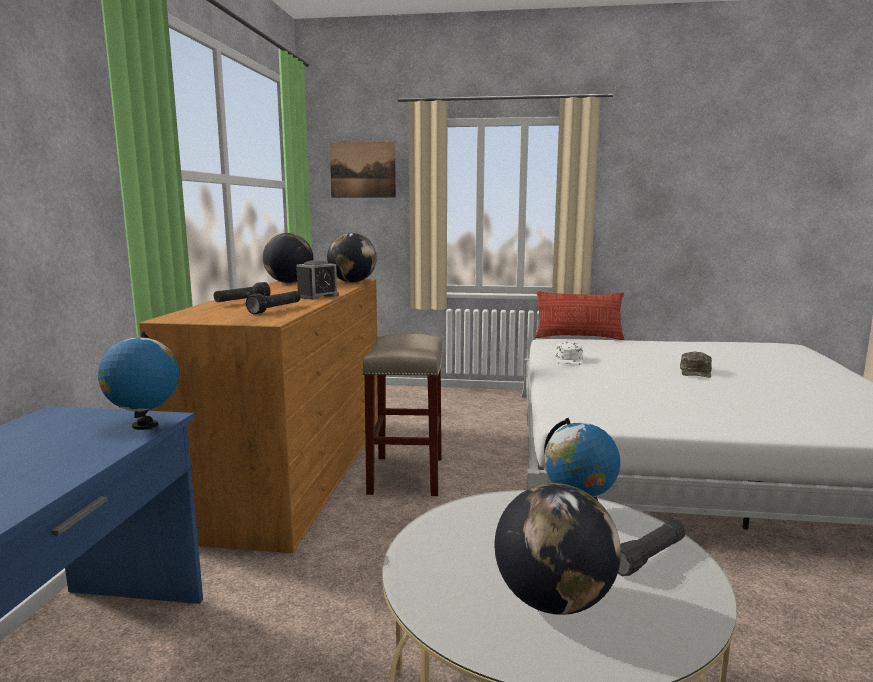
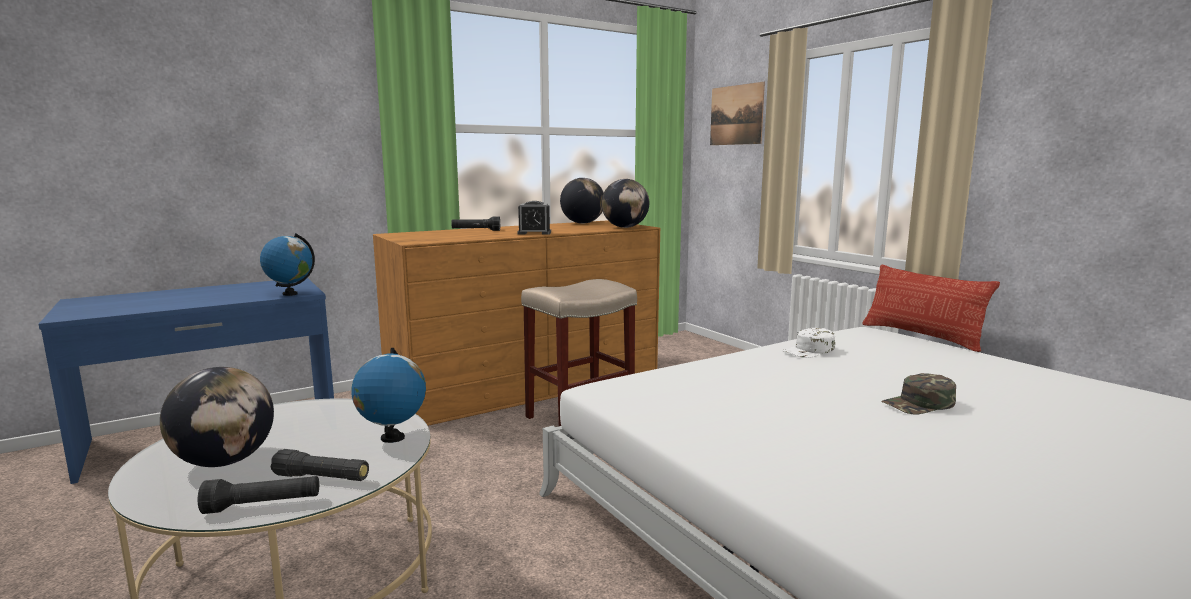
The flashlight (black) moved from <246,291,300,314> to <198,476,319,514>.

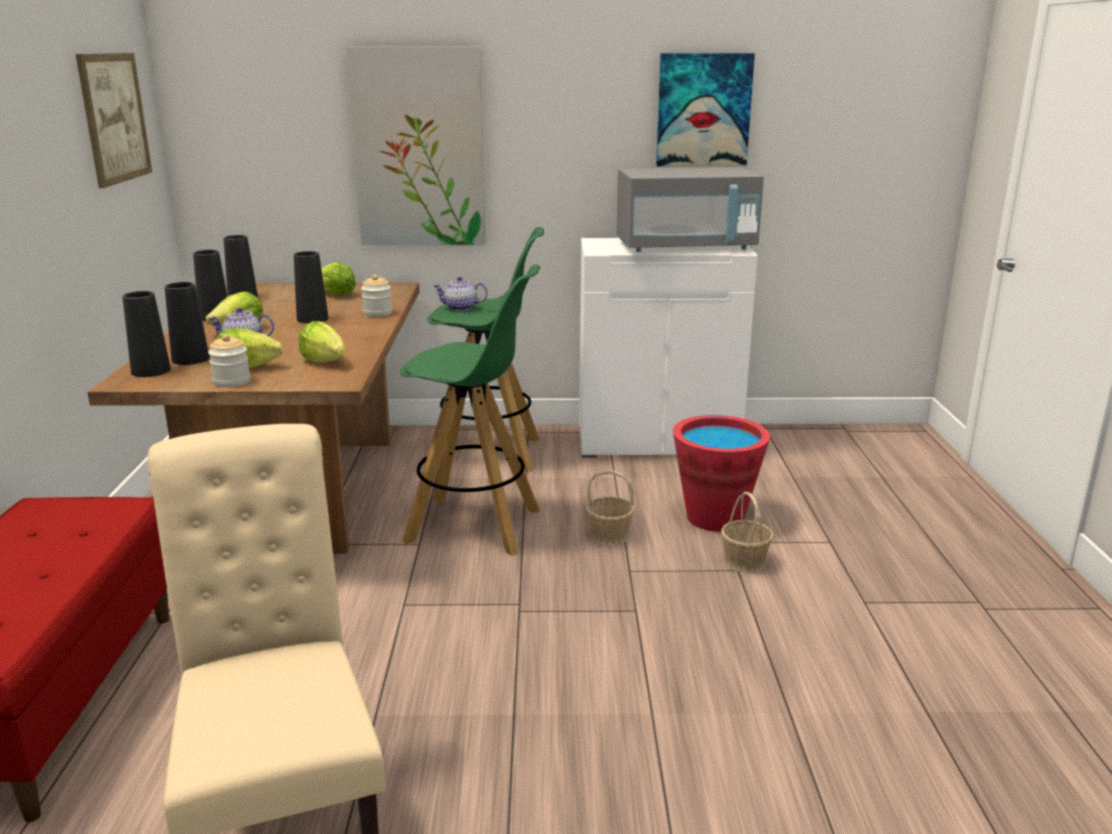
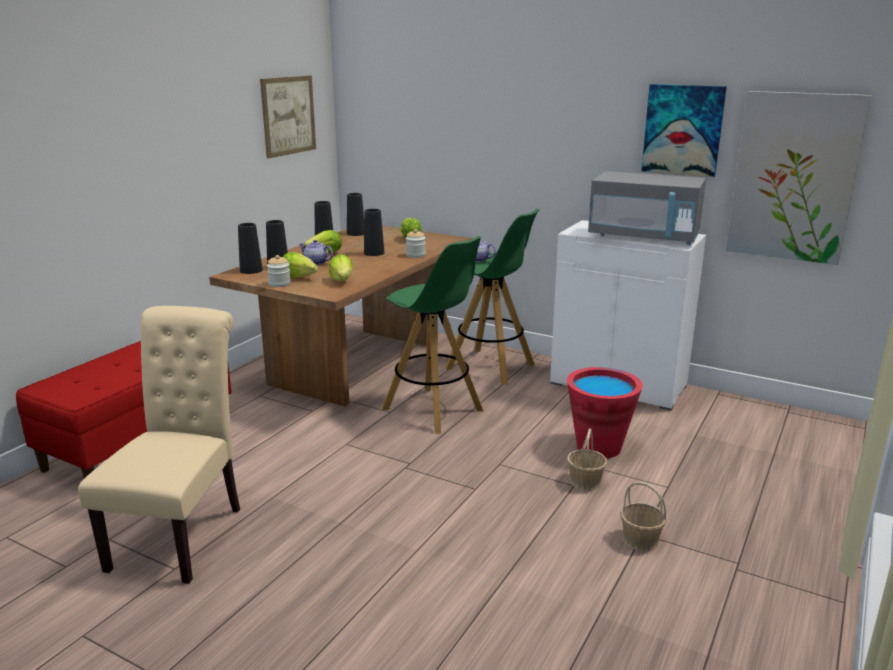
The basket moved from <586,470,635,545> to <620,481,667,551>.
The picture moved from <346,47,486,245> to <726,91,872,265>.

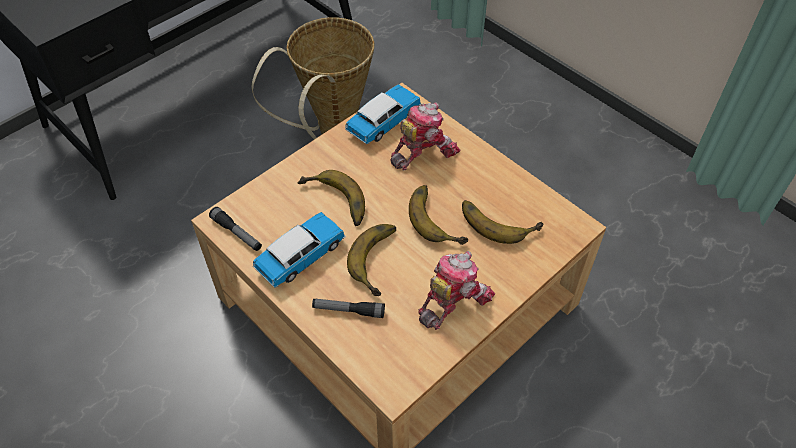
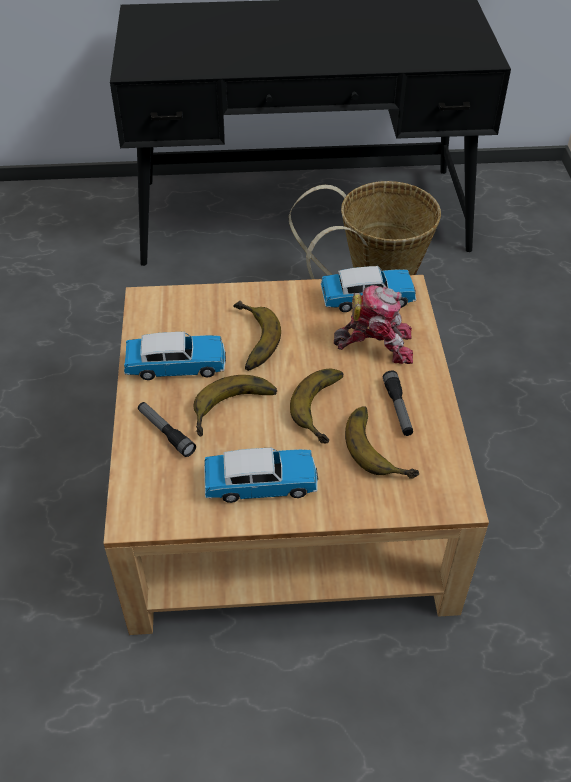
The toy robot at <418,251,495,330> was replaced by the toy car at <204,448,318,503>.
The flashlight moved from <209,207,262,251> to <383,371,413,436>.

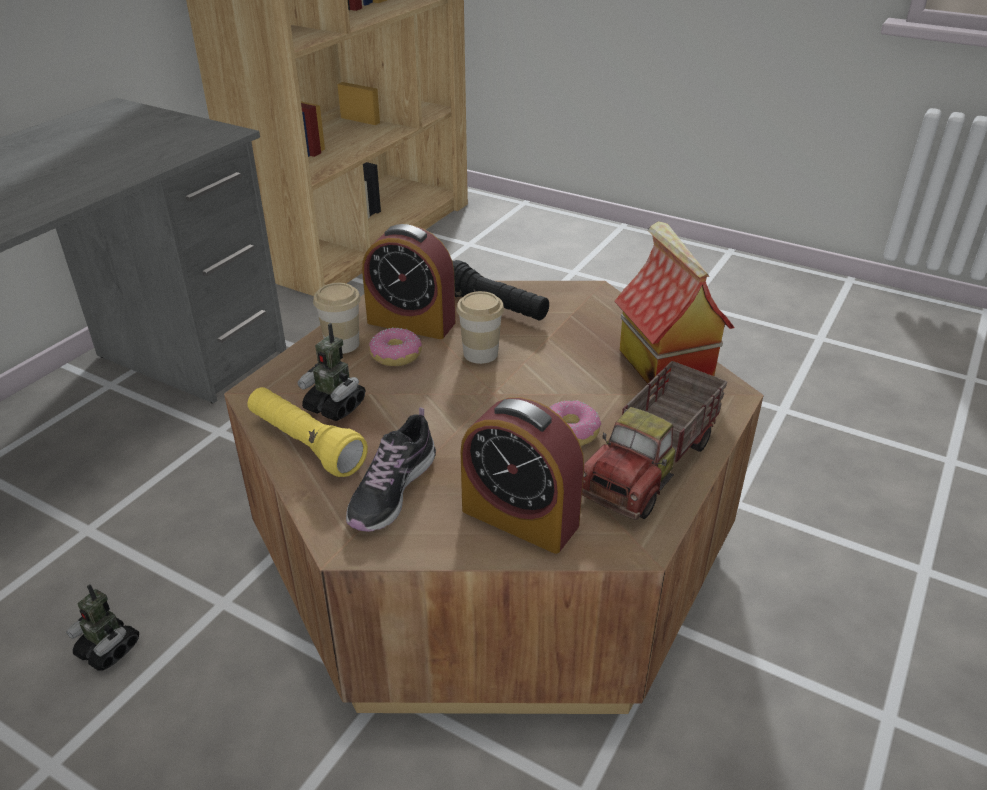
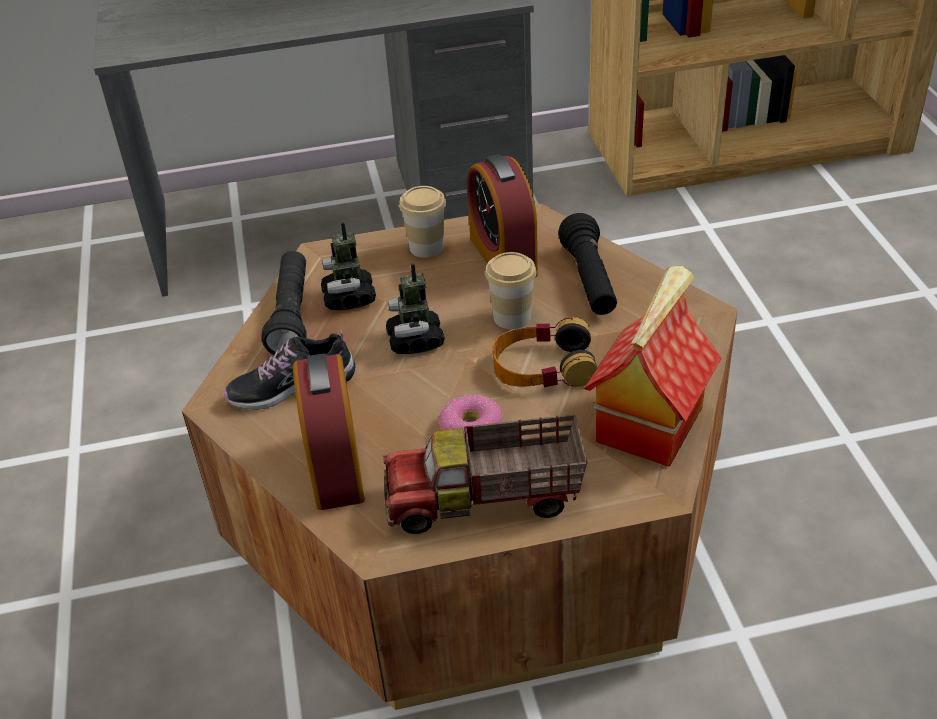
The flashlight (yellow) at <248,387,368,477> became the flashlight (black) at <261,251,307,355>.
The toy robot moved from <66,584,139,671> to <386,263,445,354>.
The headphones at <492,317,597,387> appeared.
The donut at <369,328,422,366> disappeared.

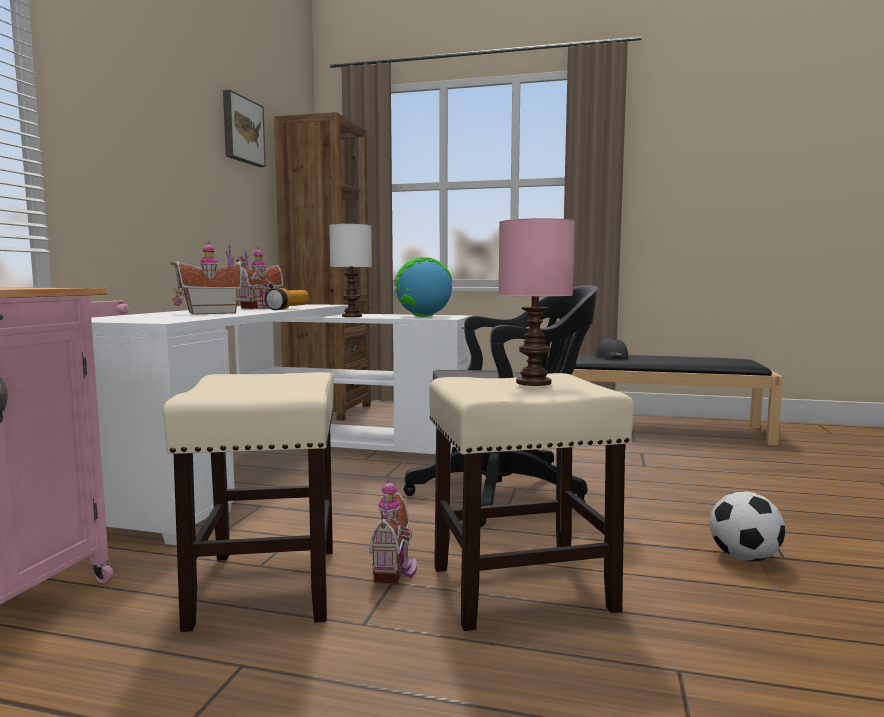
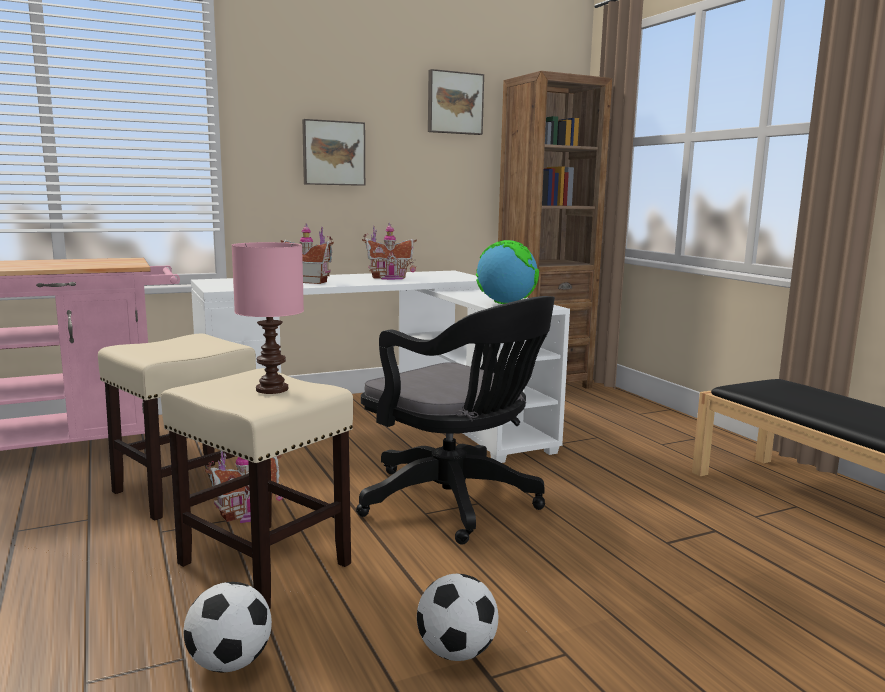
The football at <183,582,272,672> appeared.
The picture at <302,119,365,186> appeared.
The flashlight at <265,288,309,310> disappeared.
The table lamp (white) at <329,224,372,317> disappeared.
The cap (grey) at <593,338,628,359> disappeared.

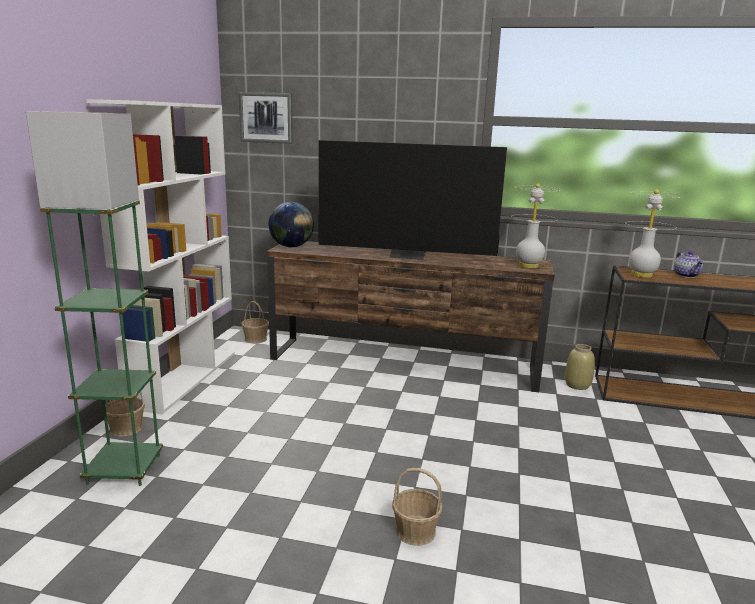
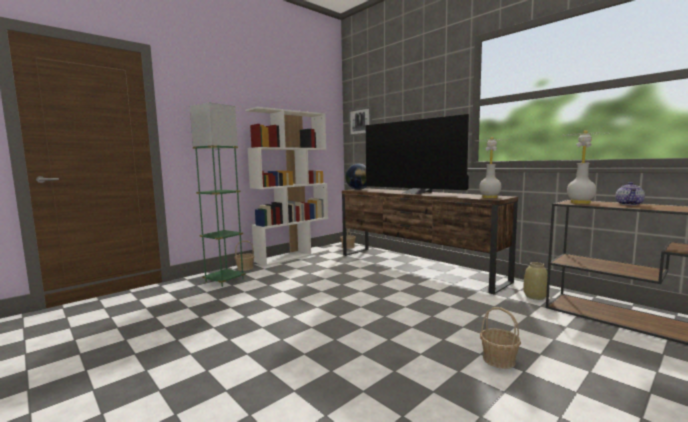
The basket moved from <392,468,442,546> to <480,307,521,369>.

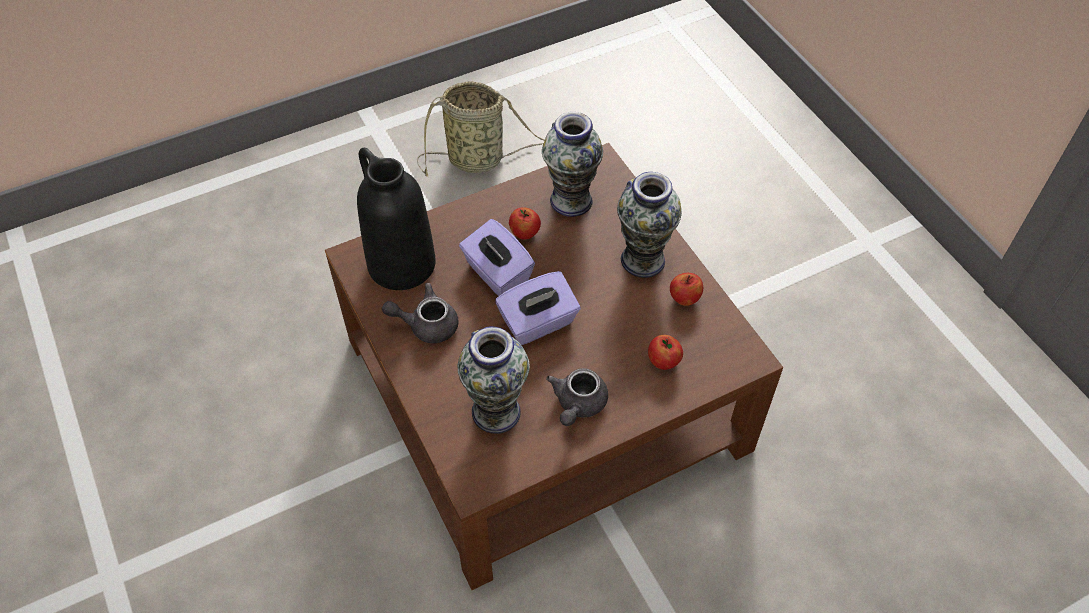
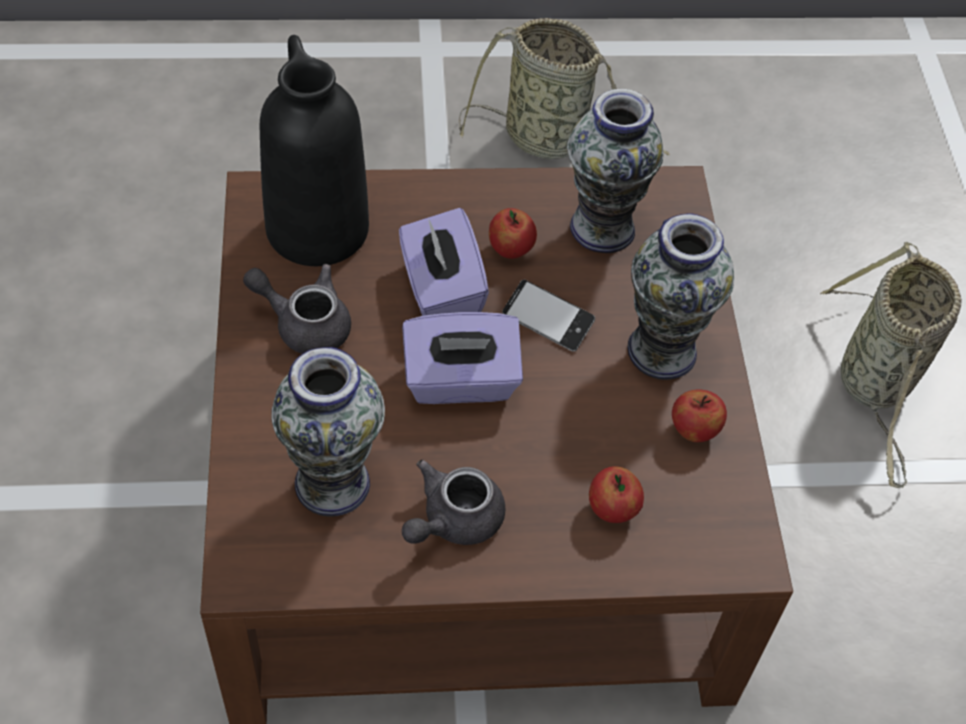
The phone at <502,280,595,352> appeared.
The basket at <820,242,962,488> appeared.

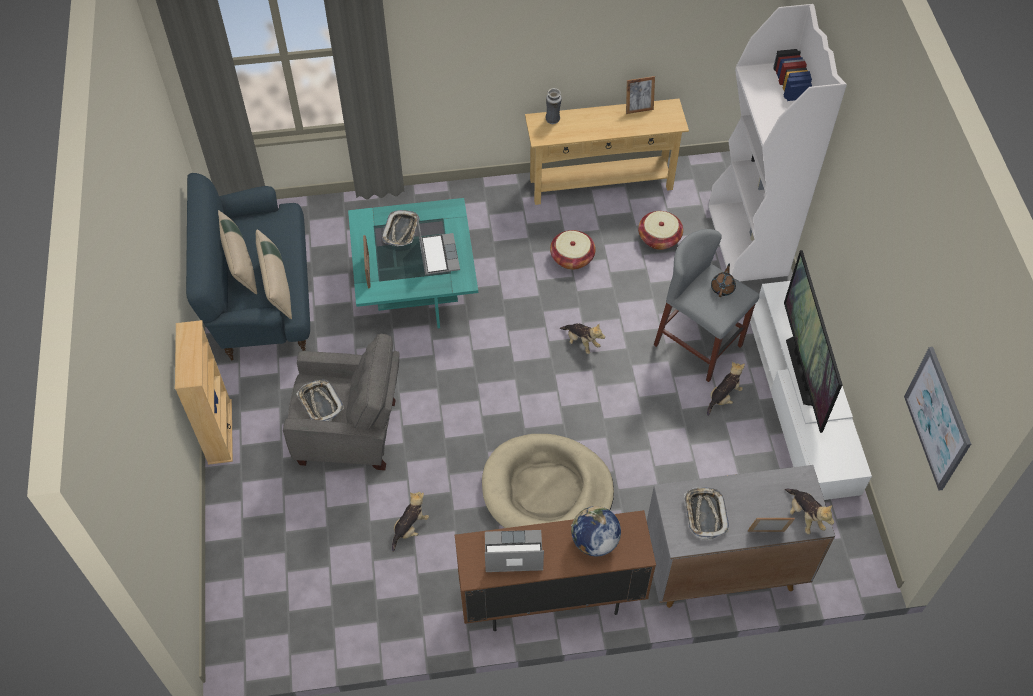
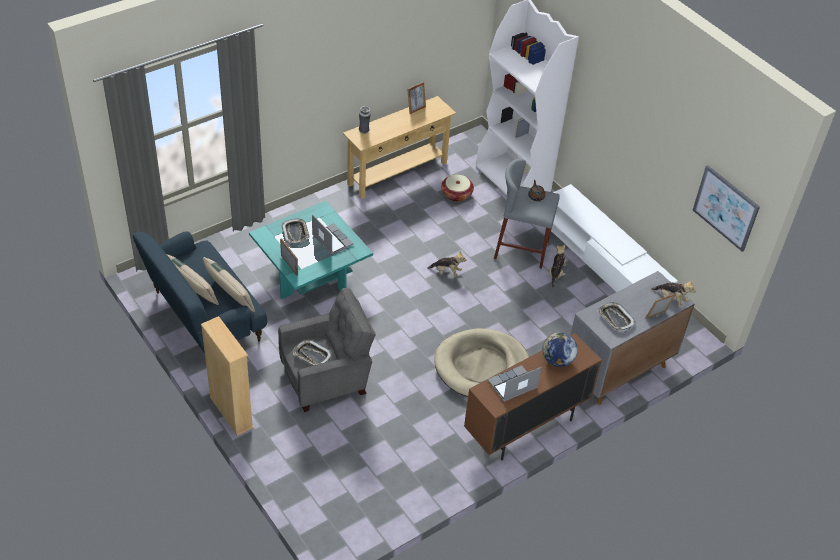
The plush toy at <392,492,429,552> disappeared.
The basket at <550,230,596,270> disappeared.
The television at <784,250,843,433> disappeared.

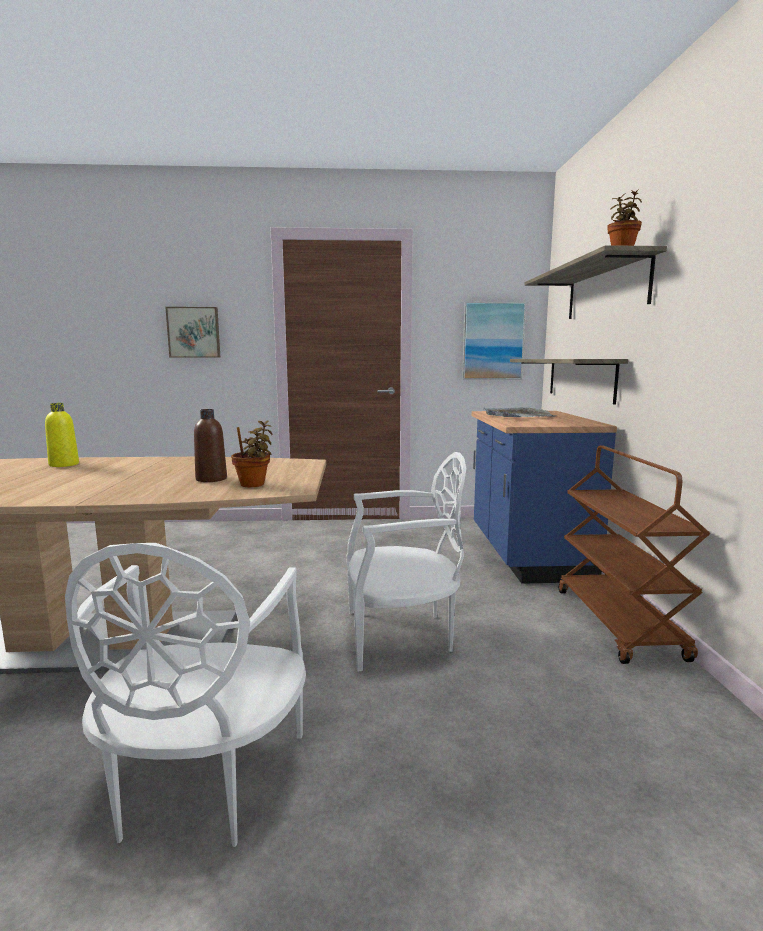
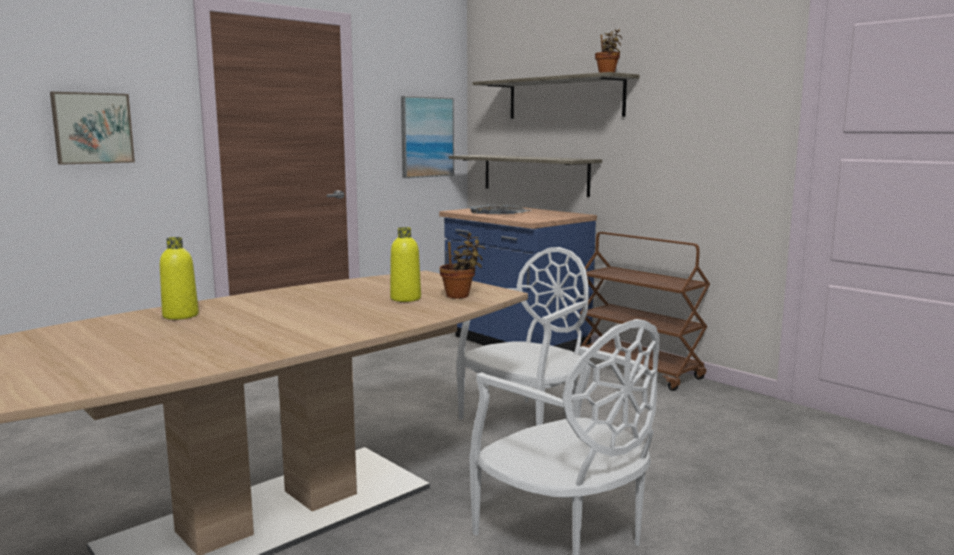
The bottle (brown) at <194,409,227,482> became the bottle (yellow) at <390,227,421,302>.

